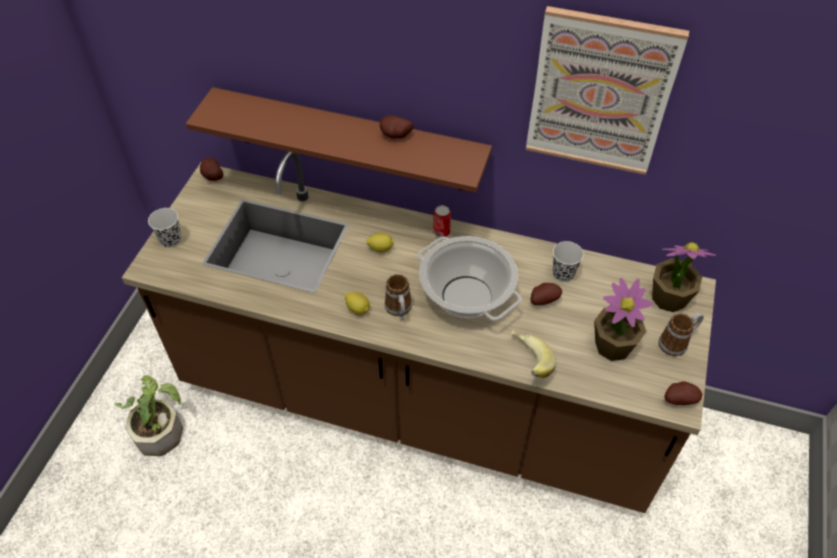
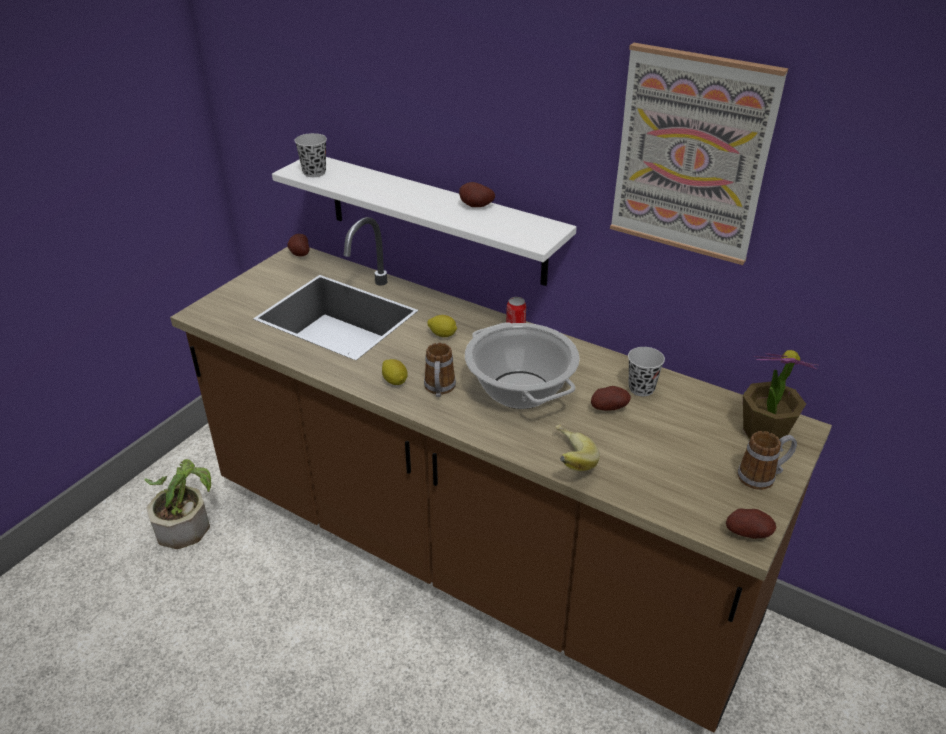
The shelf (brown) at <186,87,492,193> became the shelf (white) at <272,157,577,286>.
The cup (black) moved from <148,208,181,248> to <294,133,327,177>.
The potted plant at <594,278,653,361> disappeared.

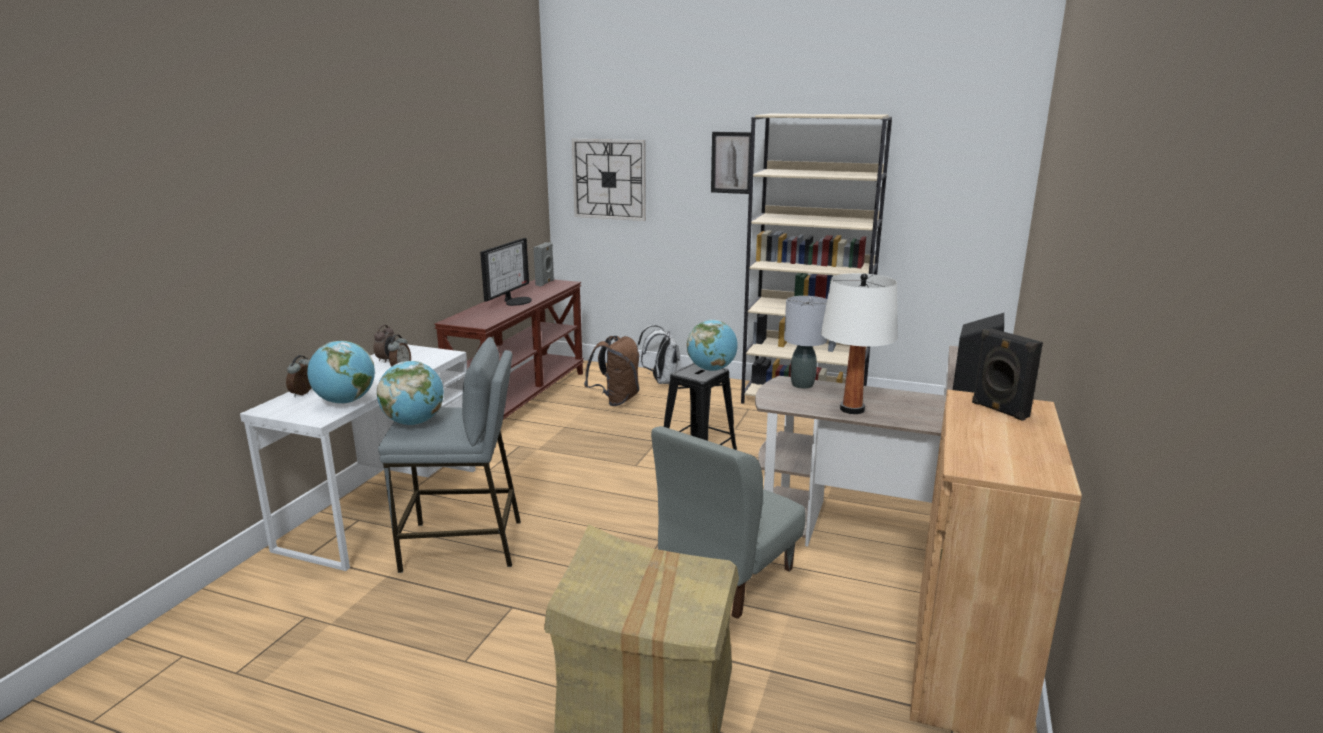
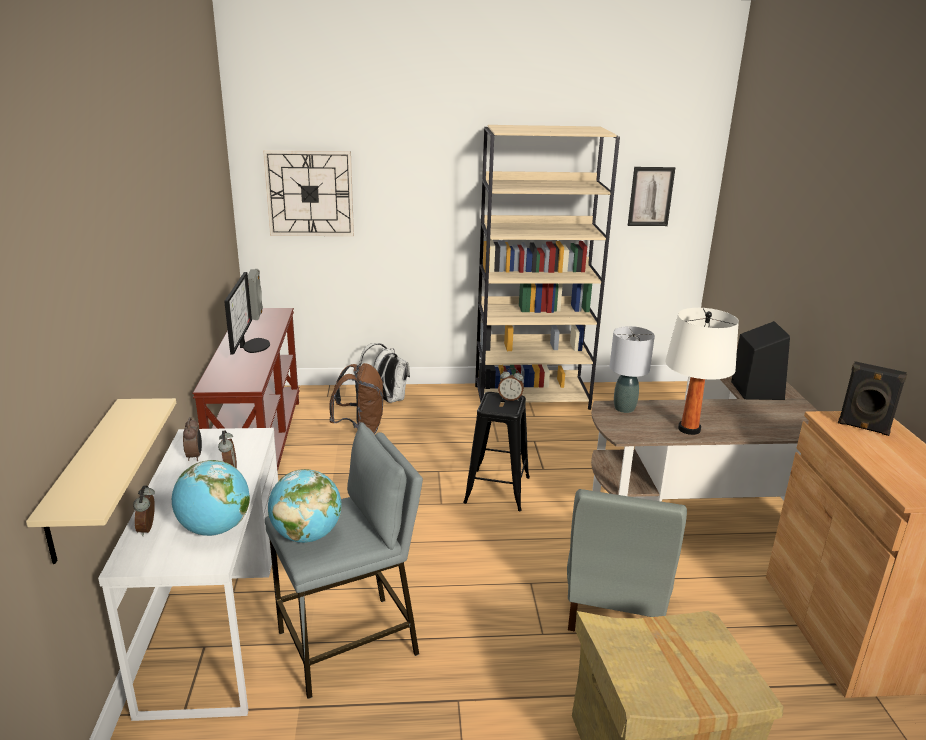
The shelf (beige) at <26,398,176,564> appeared.
The globe at <687,320,738,371> was replaced by the alarm clock at <498,368,524,401>.
The picture moved from <711,132,751,194> to <628,167,675,226>.

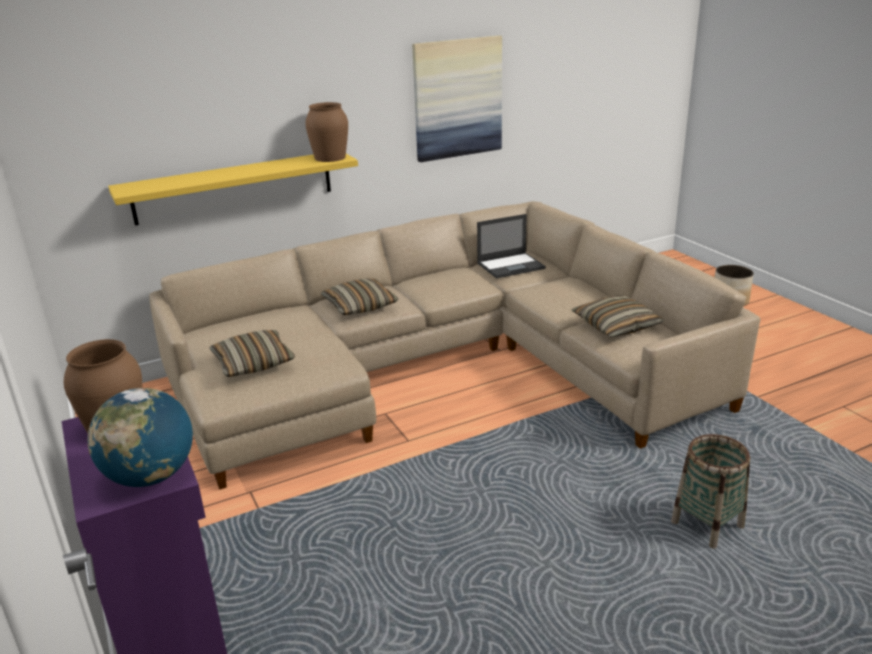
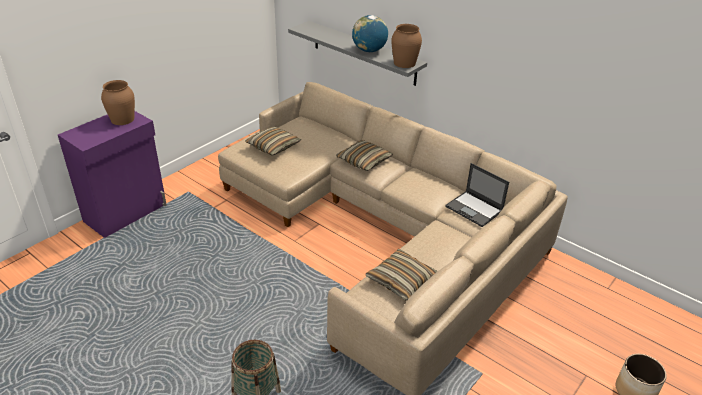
The shelf (yellow) at <108,154,358,226> became the shelf (grey) at <288,21,427,86>.
The globe moved from <88,388,193,487> to <352,15,388,52>.
The picture at <412,35,502,162> disappeared.

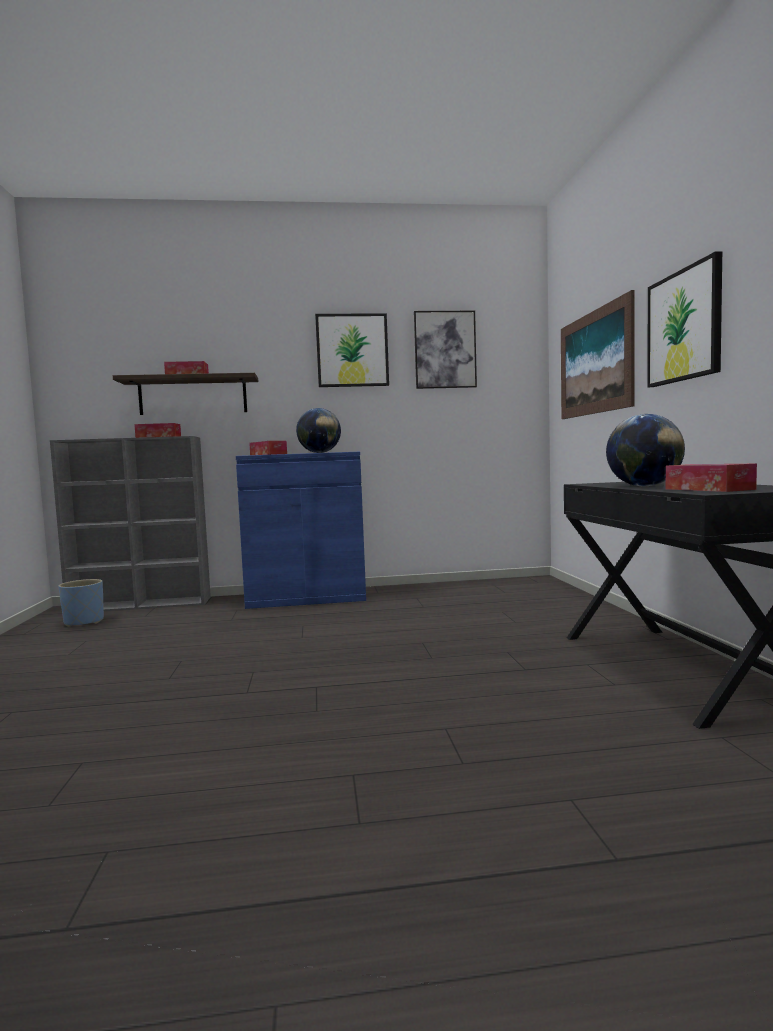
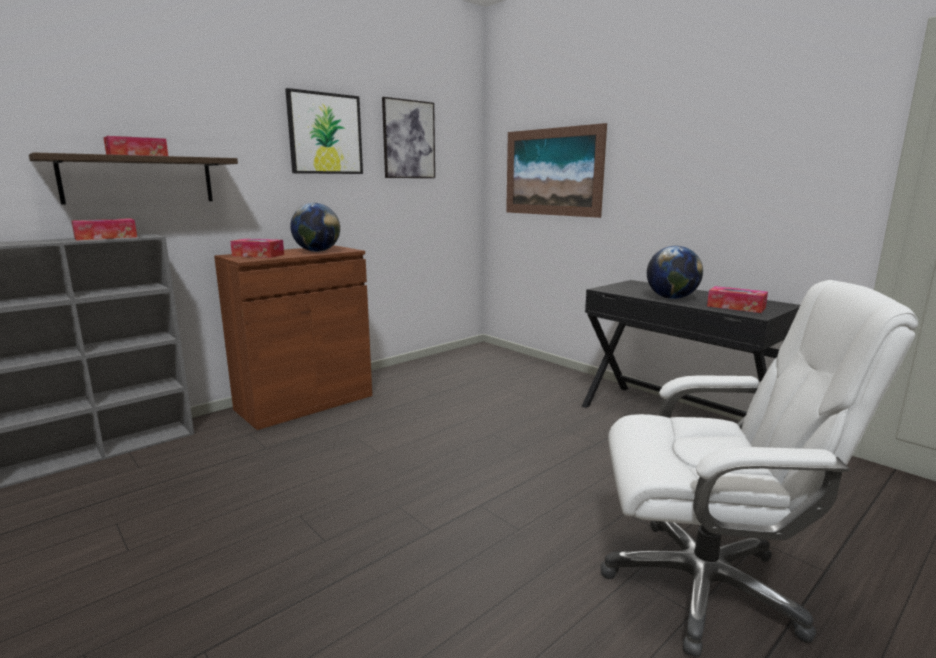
The cabinet (blue) at <236,452,366,609> became the cabinet (brown) at <214,245,372,430>.
The office chair (white) at <600,280,918,658> appeared.
The planter (blue) at <58,579,104,627> disappeared.
The picture at <647,251,722,387> disappeared.

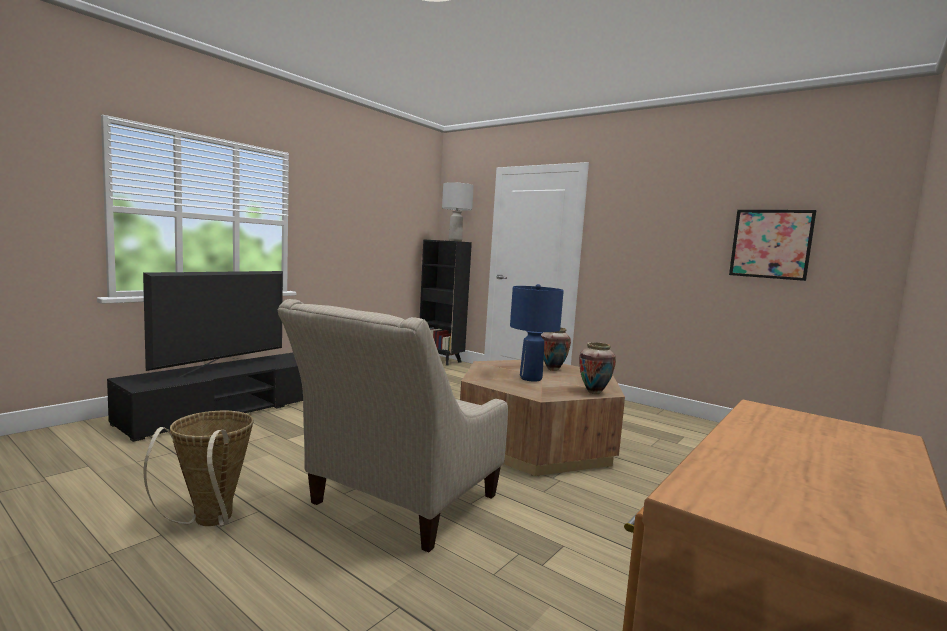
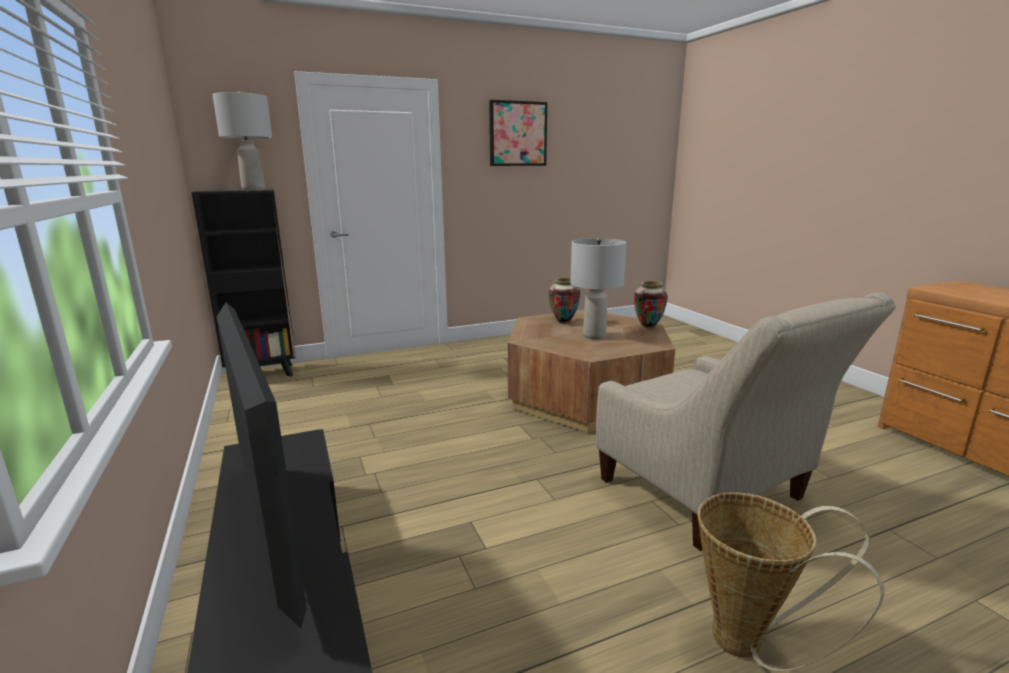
The picture moved from <729,210,816,281> to <489,100,547,166>.
The table lamp (blue) at <510,284,564,382> became the table lamp (grey) at <570,237,627,339>.

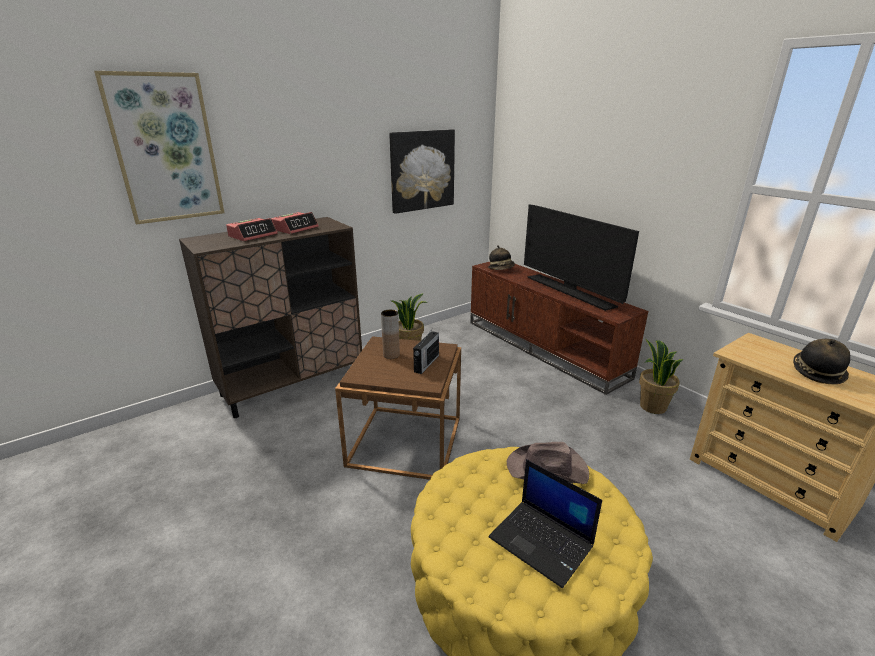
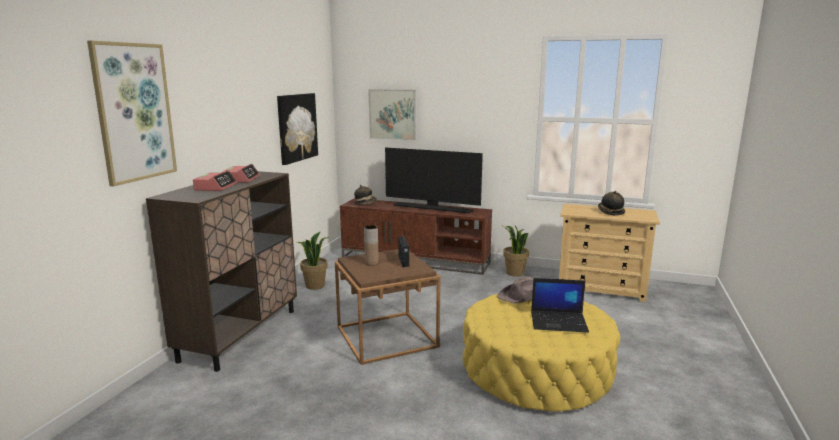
The picture at <368,89,416,140> appeared.

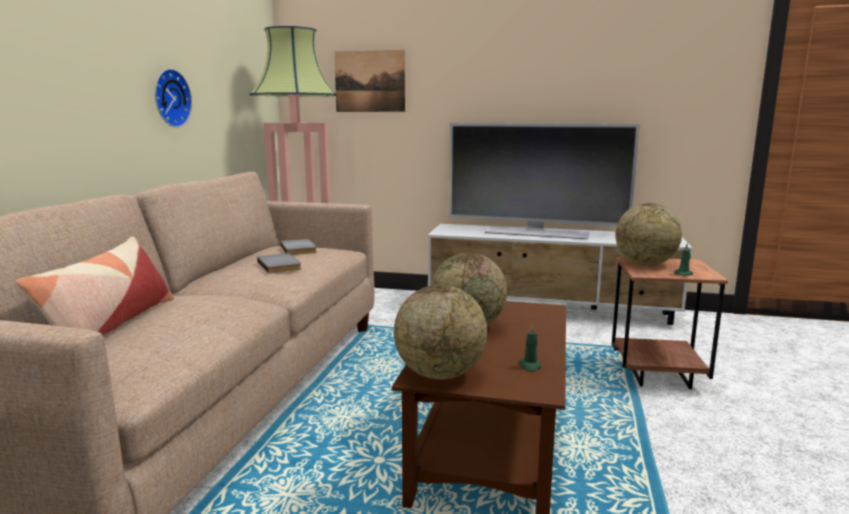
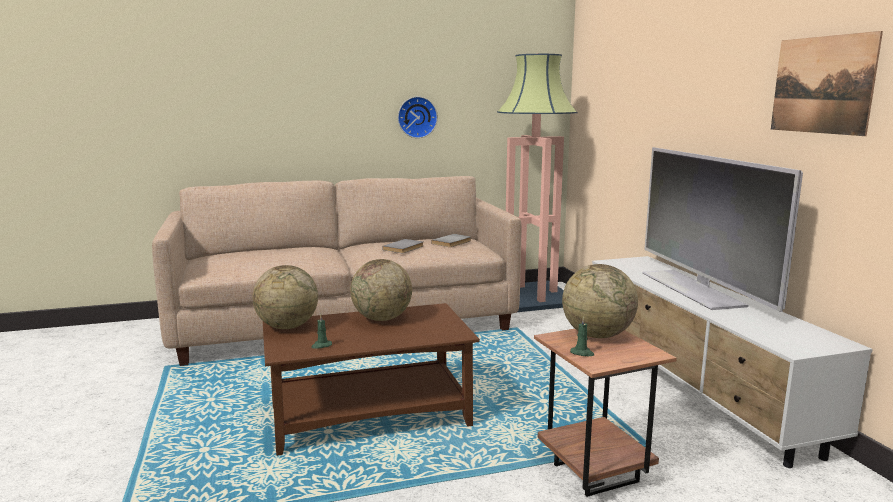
The picture moved from <334,50,405,112> to <771,31,883,136>.
The pillow at <16,236,174,336> disappeared.

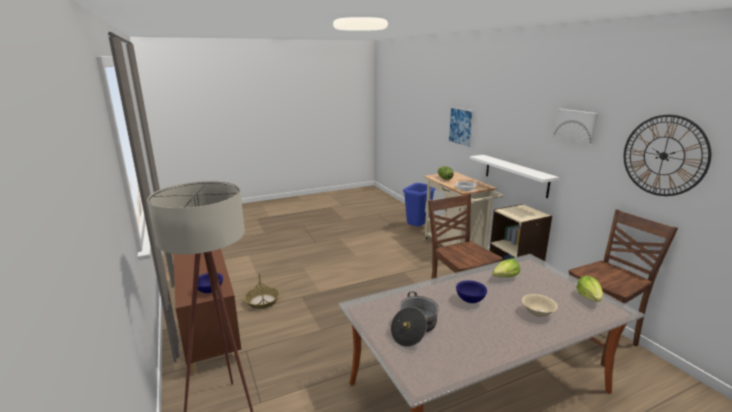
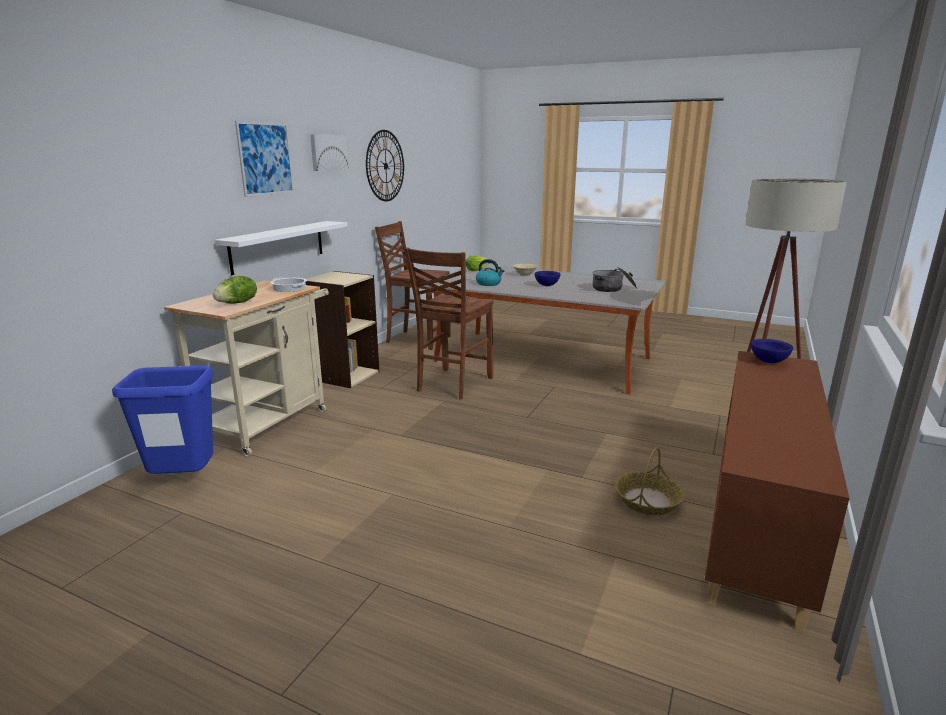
The picture moved from <448,107,474,148> to <235,121,294,197>.
The lettuce at <492,259,520,277> was replaced by the kettle at <476,259,504,286>.

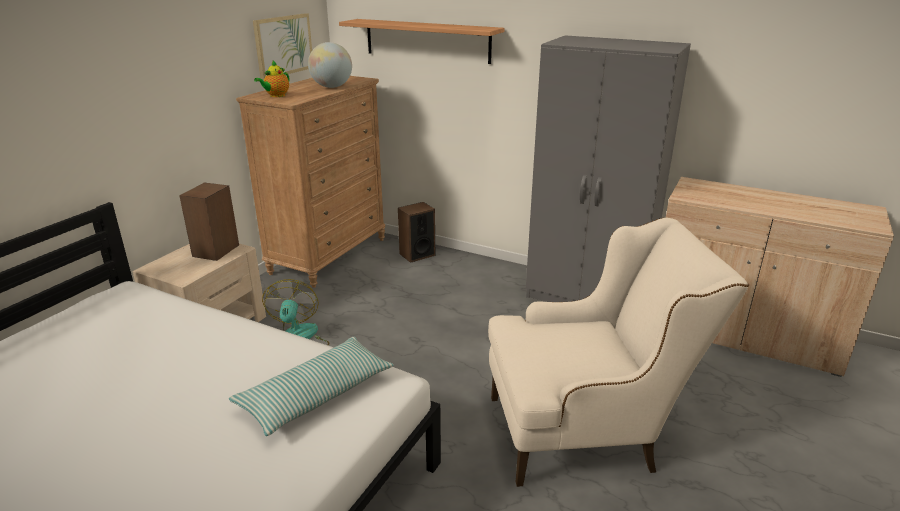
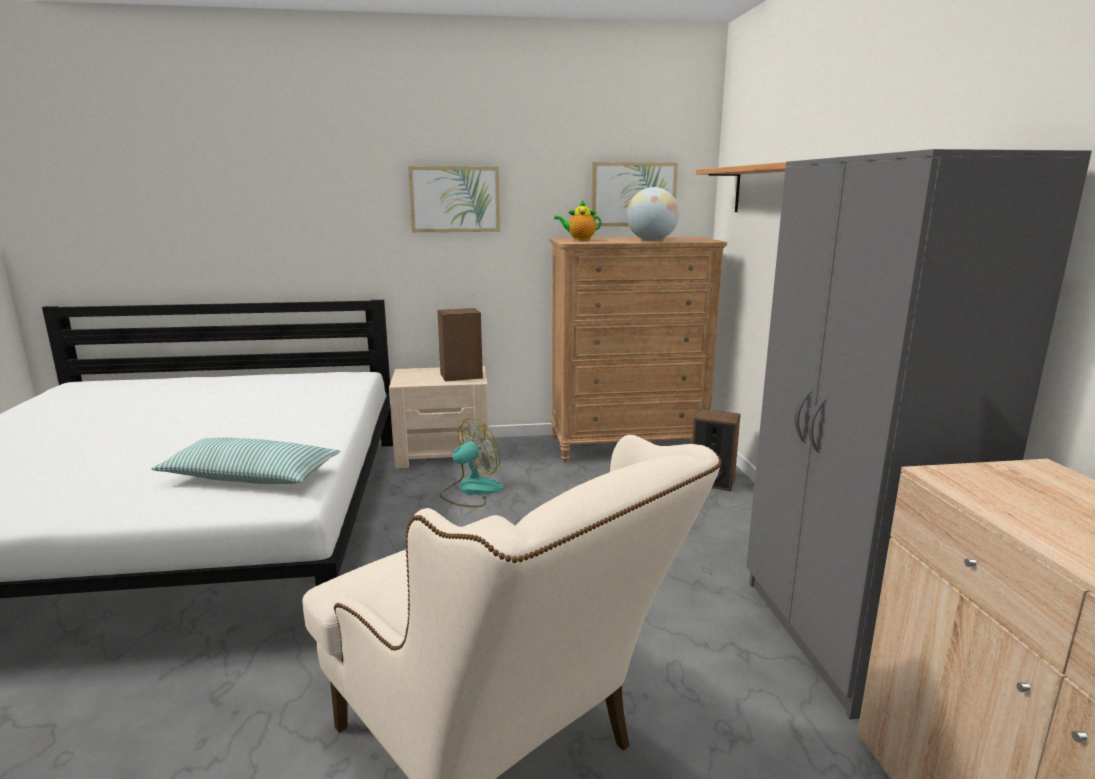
The picture at <408,166,500,232> appeared.

